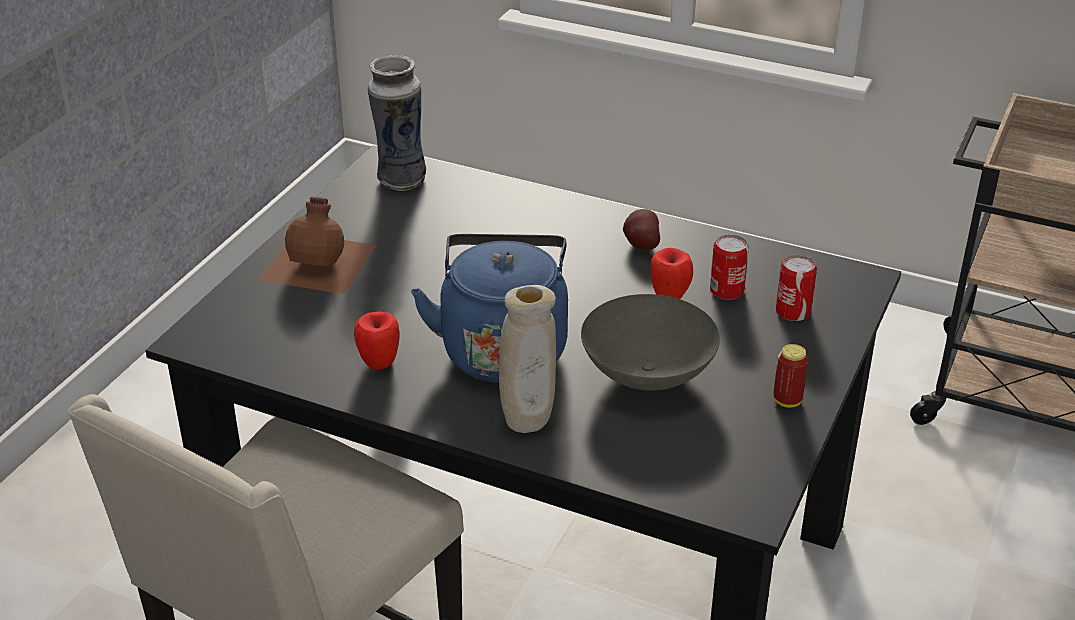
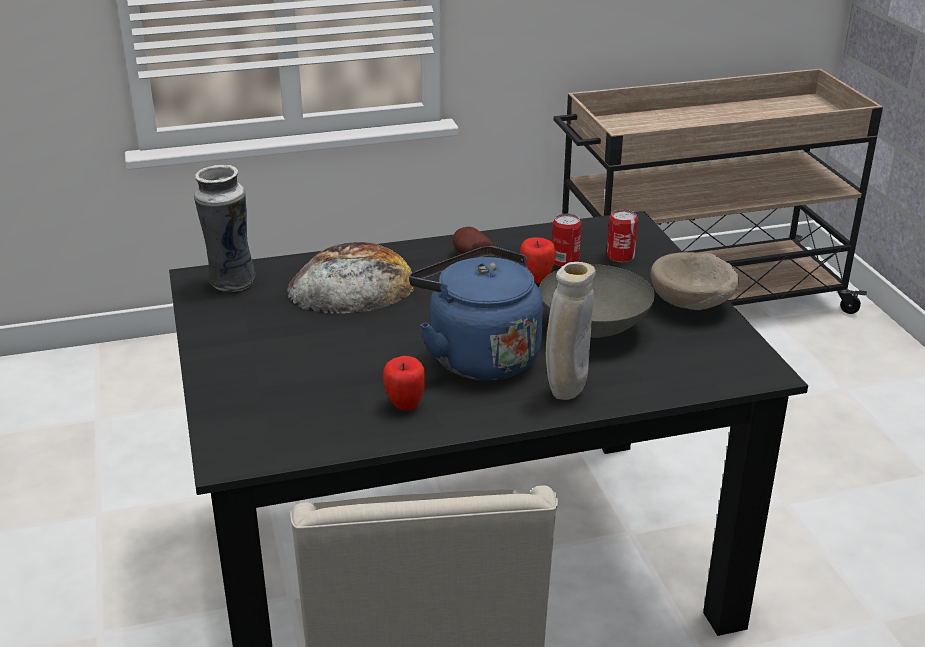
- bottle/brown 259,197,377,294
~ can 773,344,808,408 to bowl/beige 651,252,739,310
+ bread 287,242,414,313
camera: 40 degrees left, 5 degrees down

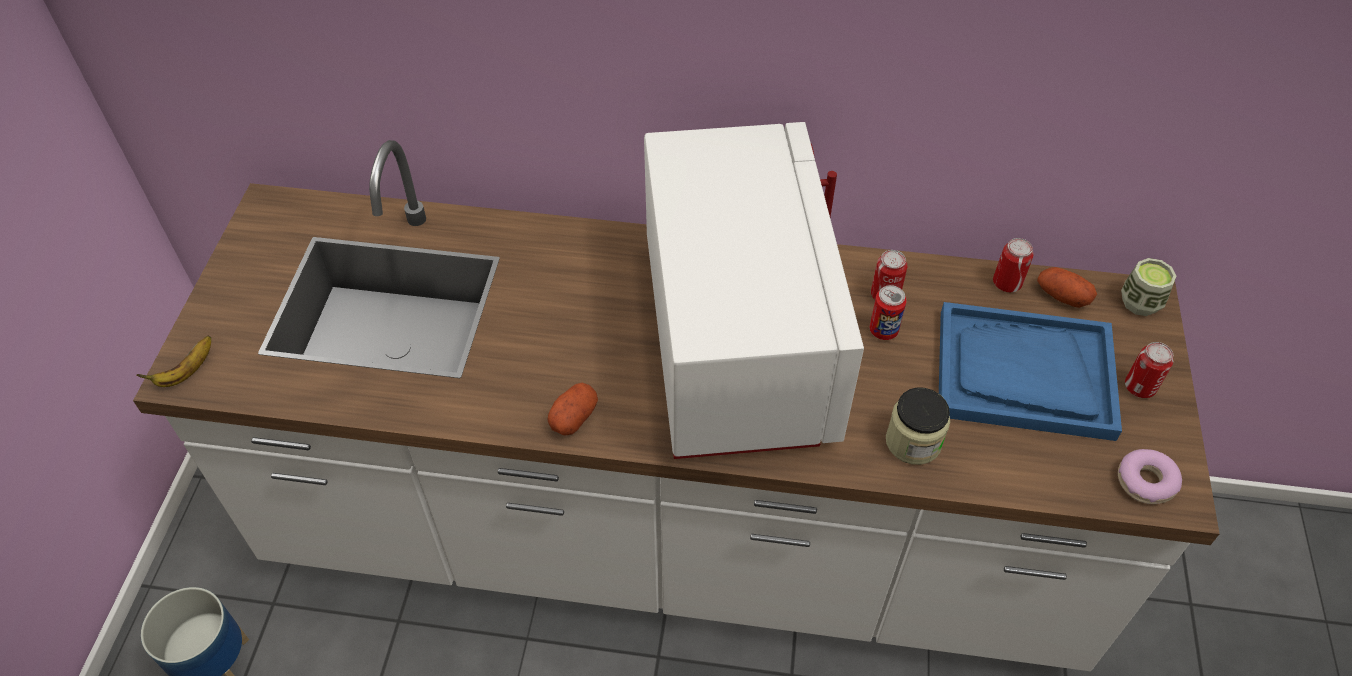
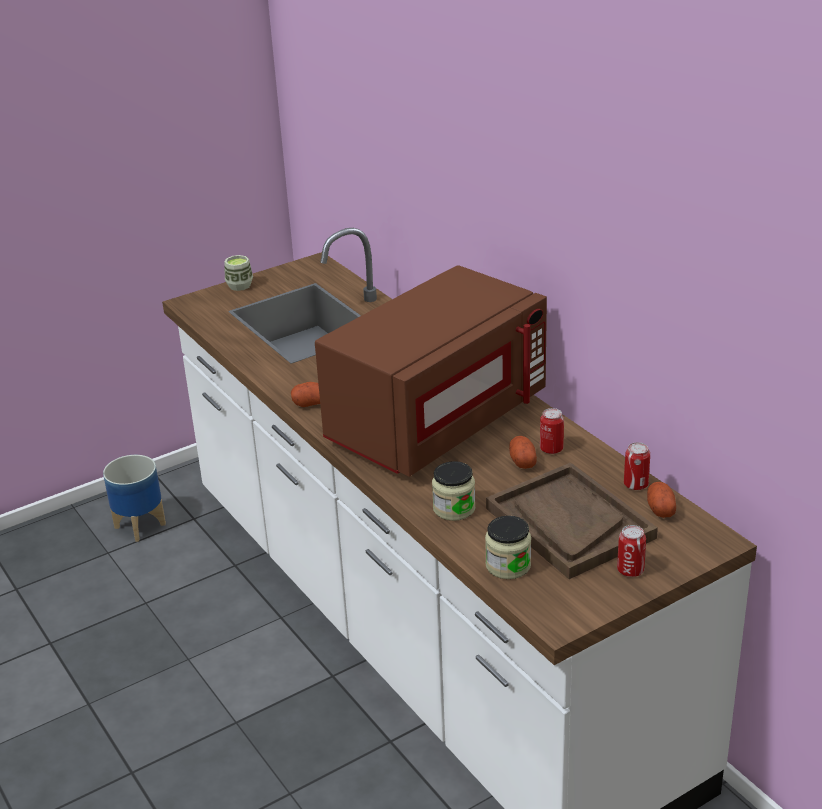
- banana 137,336,211,387
~ microwave/white 644,122,864,459 to microwave/brown 315,265,547,477
~ can 869,285,907,340 to potato 509,436,537,469
~ tray/blue 939,302,1122,441 to tray/brown 486,462,658,579
- donut 1118,449,1182,504
~ cup 1121,258,1176,316 to 224,255,253,291
+ jar 485,516,531,579
camera: 50 degrees right, 20 degrees down

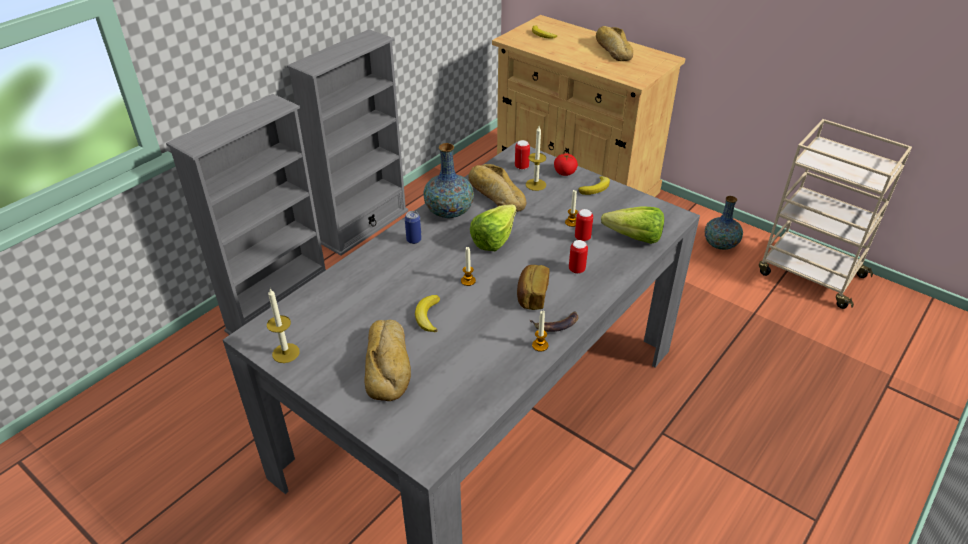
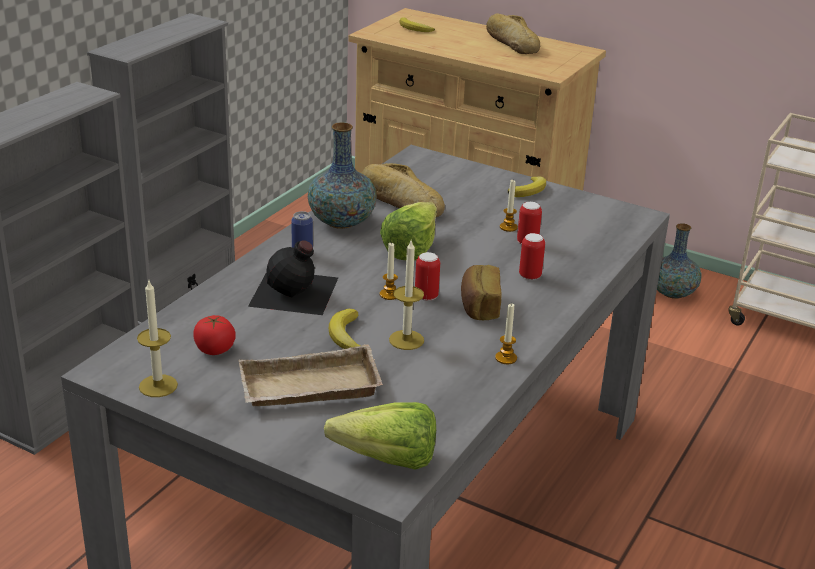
~ bread 364,320,411,401 to tray/beige 239,344,383,406
~ can 515,140,530,170 to 415,252,440,301
~ candle 526,126,546,191 to 389,241,424,350
- banana 530,311,578,332
~ tomato 554,153,578,176 to 193,315,236,355
~ lettuce 601,206,664,244 to 324,402,436,470
+ bottle/black 248,240,338,315
camera: 10 degrees left, 10 degrees down

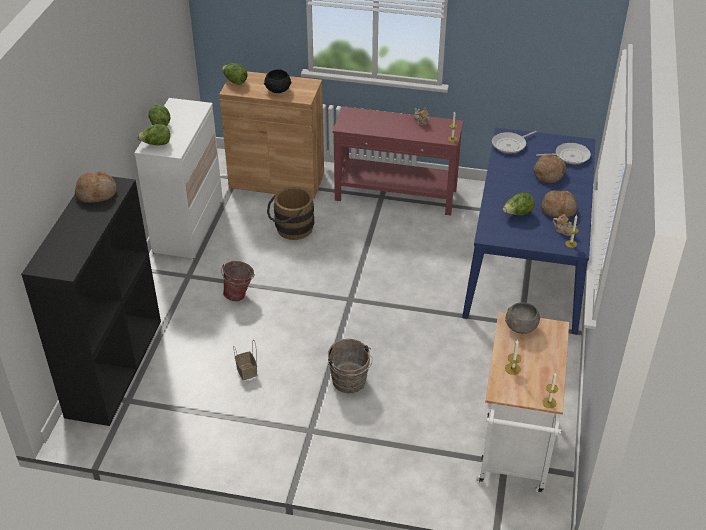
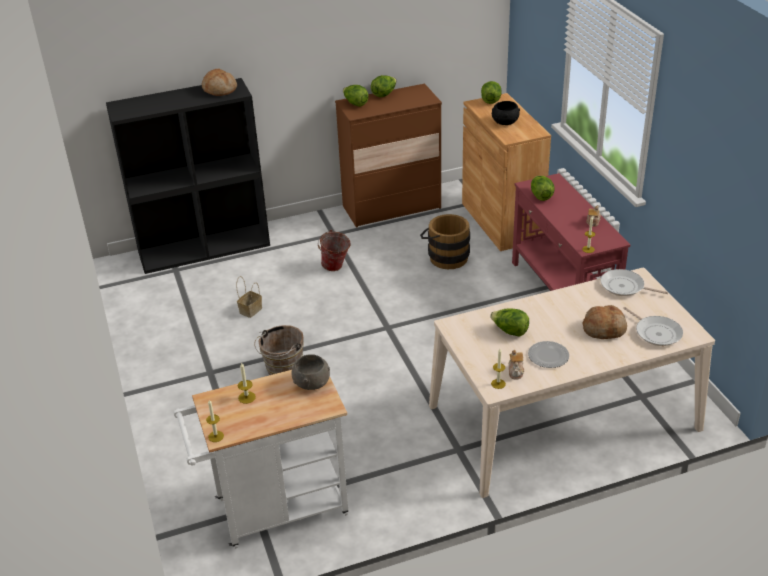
~ dresser/white 134,98,223,259 to dresser/brown 335,84,442,228
~ dining table/blue 462,128,595,335 to dining table/beige 429,268,715,498
~ bread 541,190,577,217 to plate 528,341,569,368
+ lettuce 531,176,555,201
camera: 60 degrees right, 5 degrees down

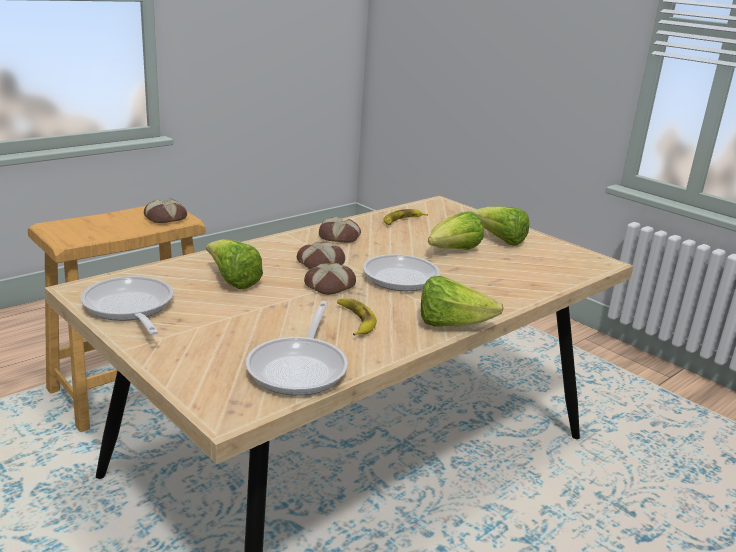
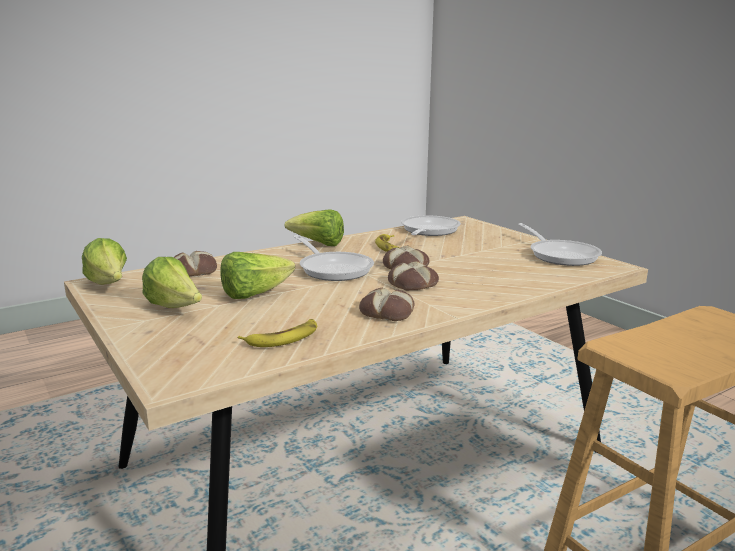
~ bread 144,198,187,223 to 174,251,217,276
~ lettuce 206,239,263,289 to 82,238,127,285
camera: 170 degrees left, 5 degrees down

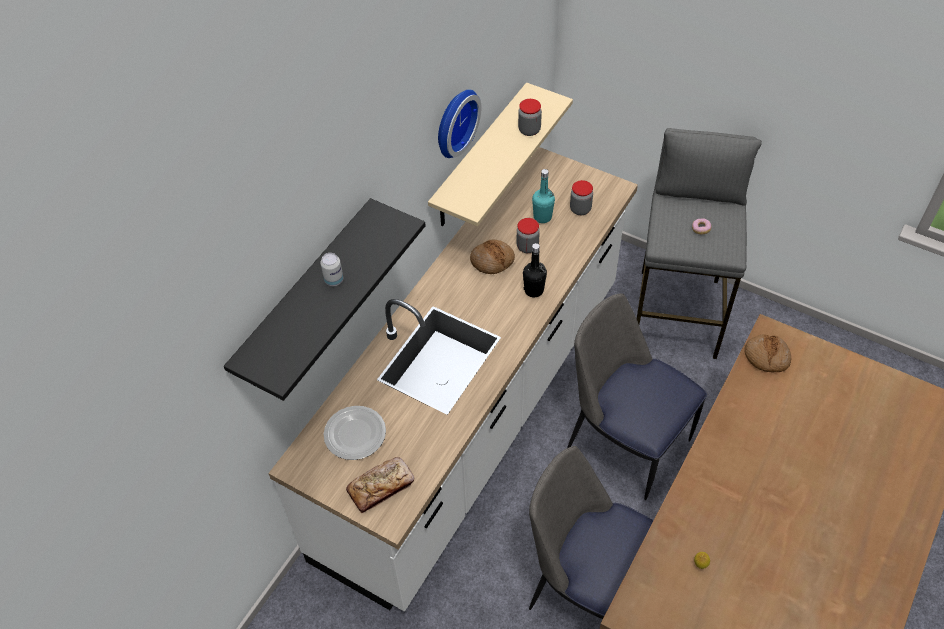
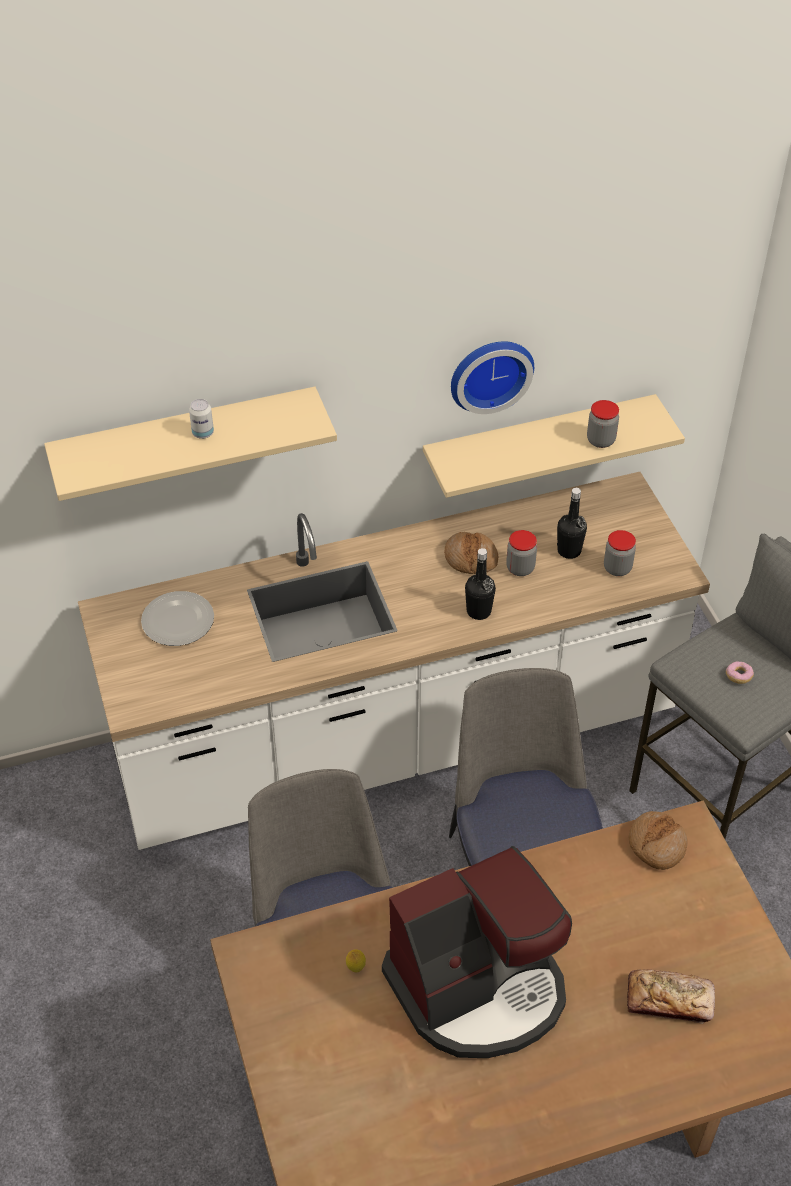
~ shelf/black 224,198,426,401 to shelf/beige 44,387,337,501
~ bread 346,457,414,513 to 627,969,715,1024
~ bottle/turquoise 532,169,555,223 to bottle/black 557,488,587,559
+ coffee machine 382,846,572,1058
camera: 40 degrees right, 5 degrees down

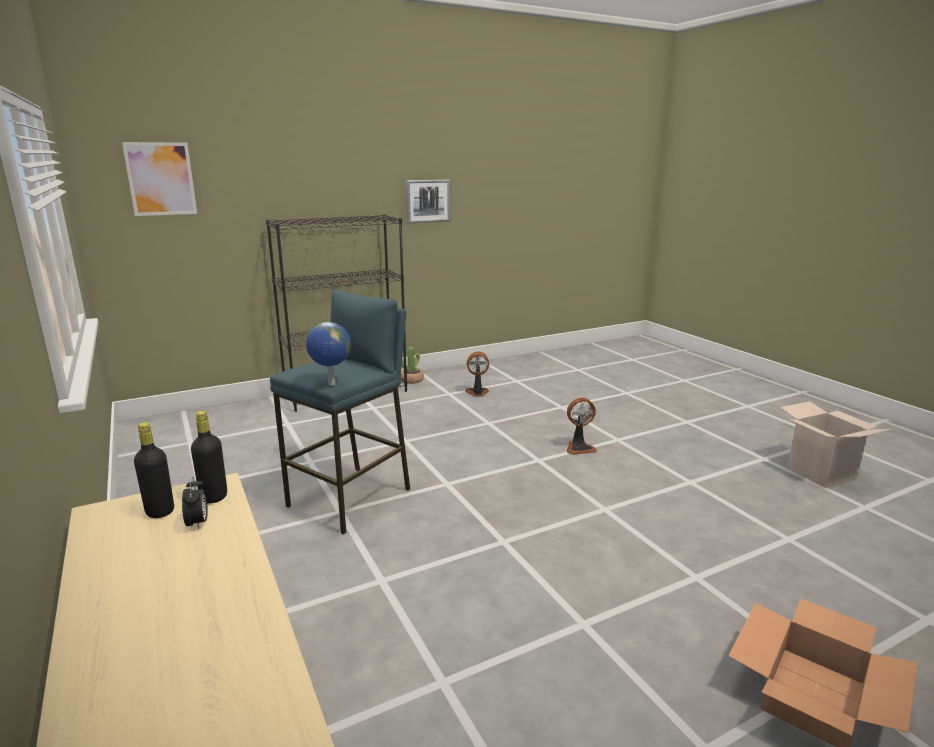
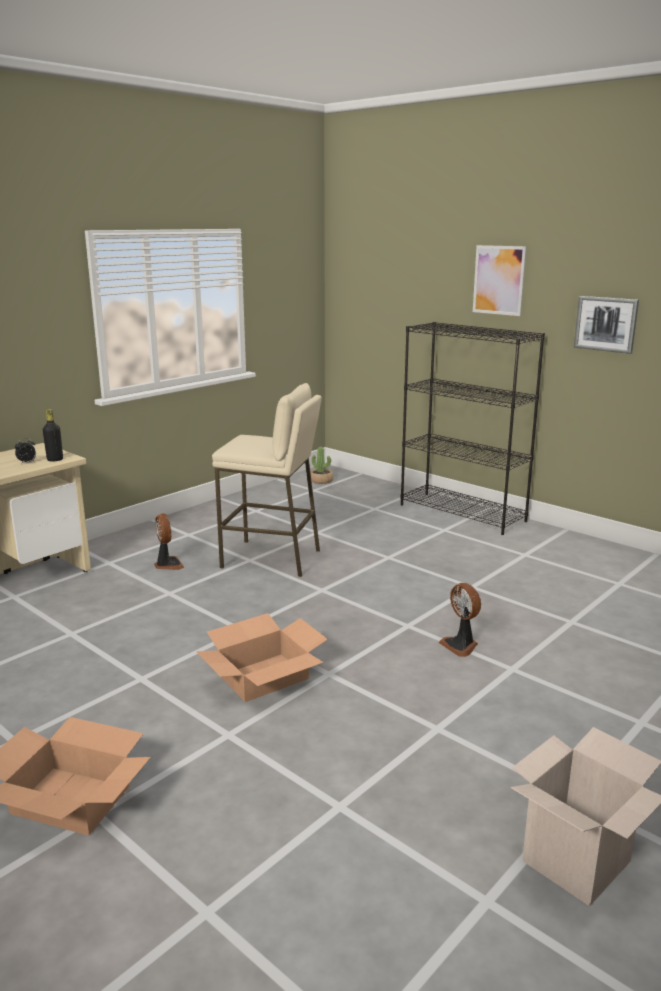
~ picture 122,142,197,216 to 473,245,527,316
- bottle/black 134,422,174,518
~ stool/blue 270,289,410,534 to stool/beige 212,383,322,577
- globe 306,322,351,385
~ potted plant 401,347,424,384 to 310,446,333,484
~ fan 465,351,489,396 to 154,513,184,570
+ cardboard box 196,613,328,702
camera: 70 degrees right, 0 degrees up

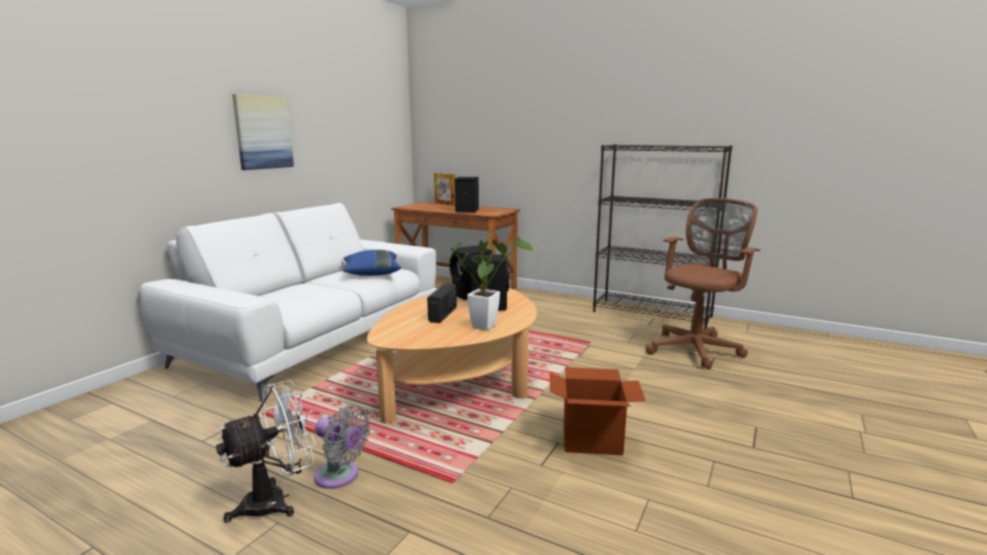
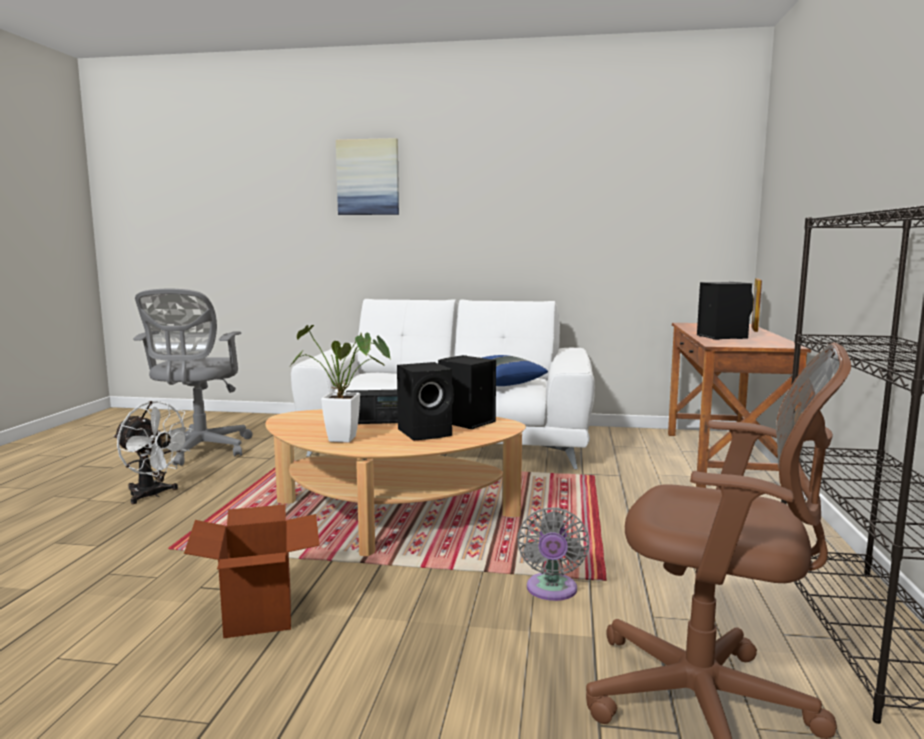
~ picture 232,94,294,170 to 336,138,399,215
~ fan/grey 314,405,371,489 to 517,507,589,601
+ office chair/grey 133,289,253,466
camera: 70 degrees right, 5 degrees down

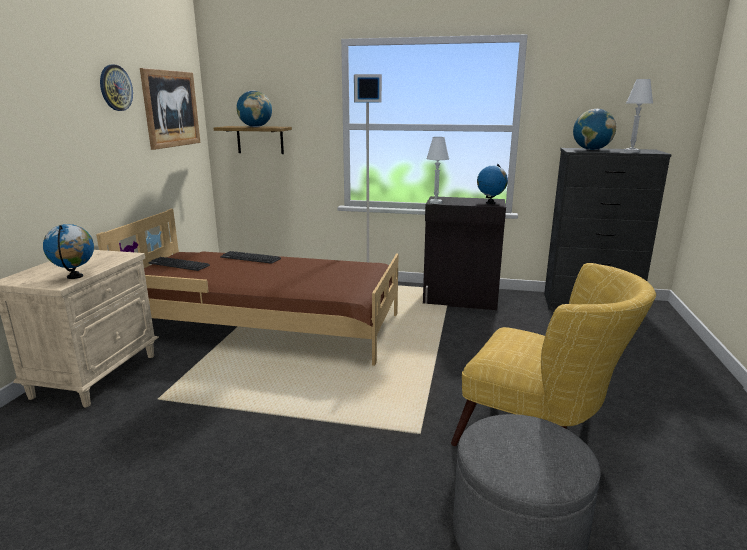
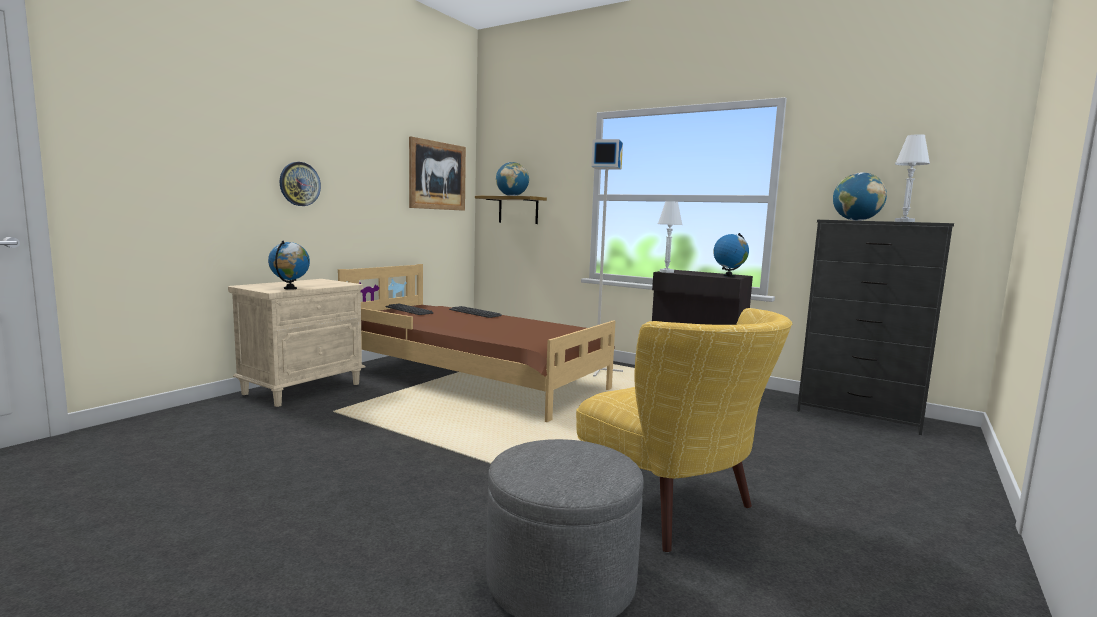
~ wall clock 100,65,133,111 to 279,162,321,206
camera: 20 degrees right, 10 degrees down

